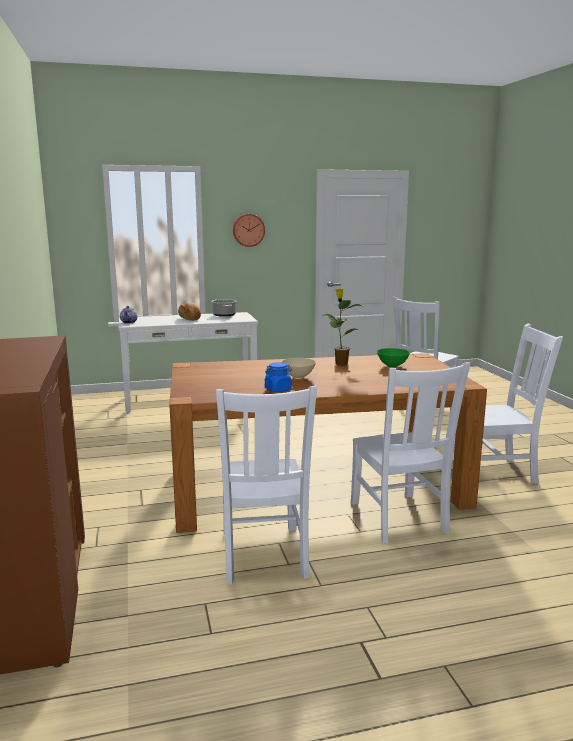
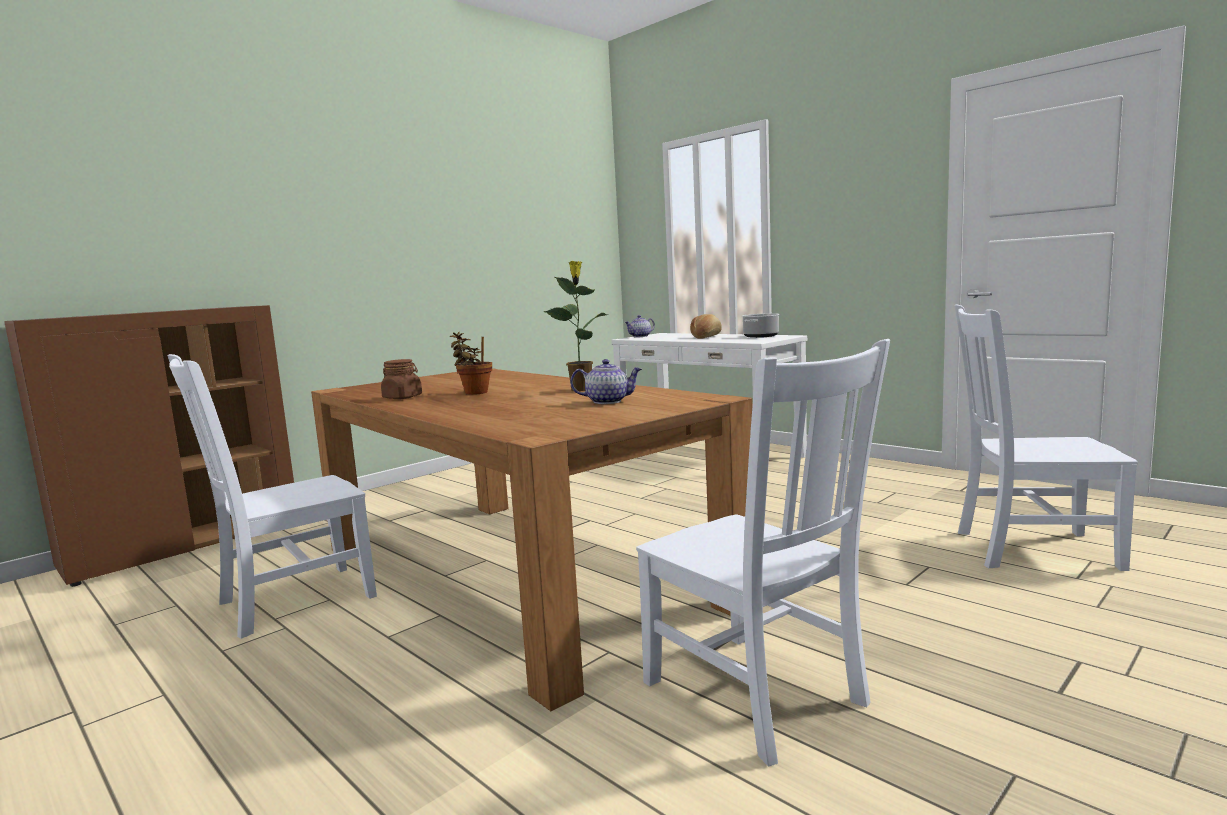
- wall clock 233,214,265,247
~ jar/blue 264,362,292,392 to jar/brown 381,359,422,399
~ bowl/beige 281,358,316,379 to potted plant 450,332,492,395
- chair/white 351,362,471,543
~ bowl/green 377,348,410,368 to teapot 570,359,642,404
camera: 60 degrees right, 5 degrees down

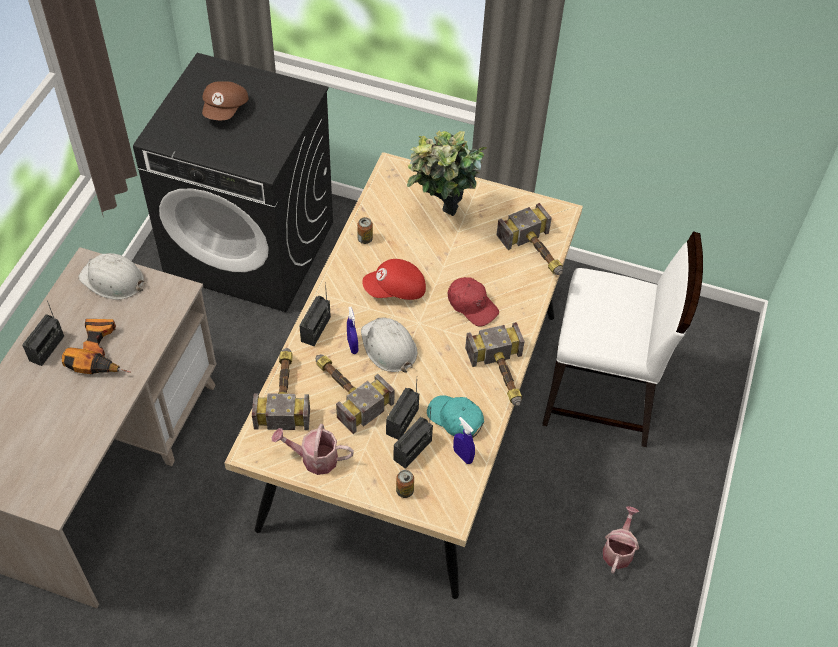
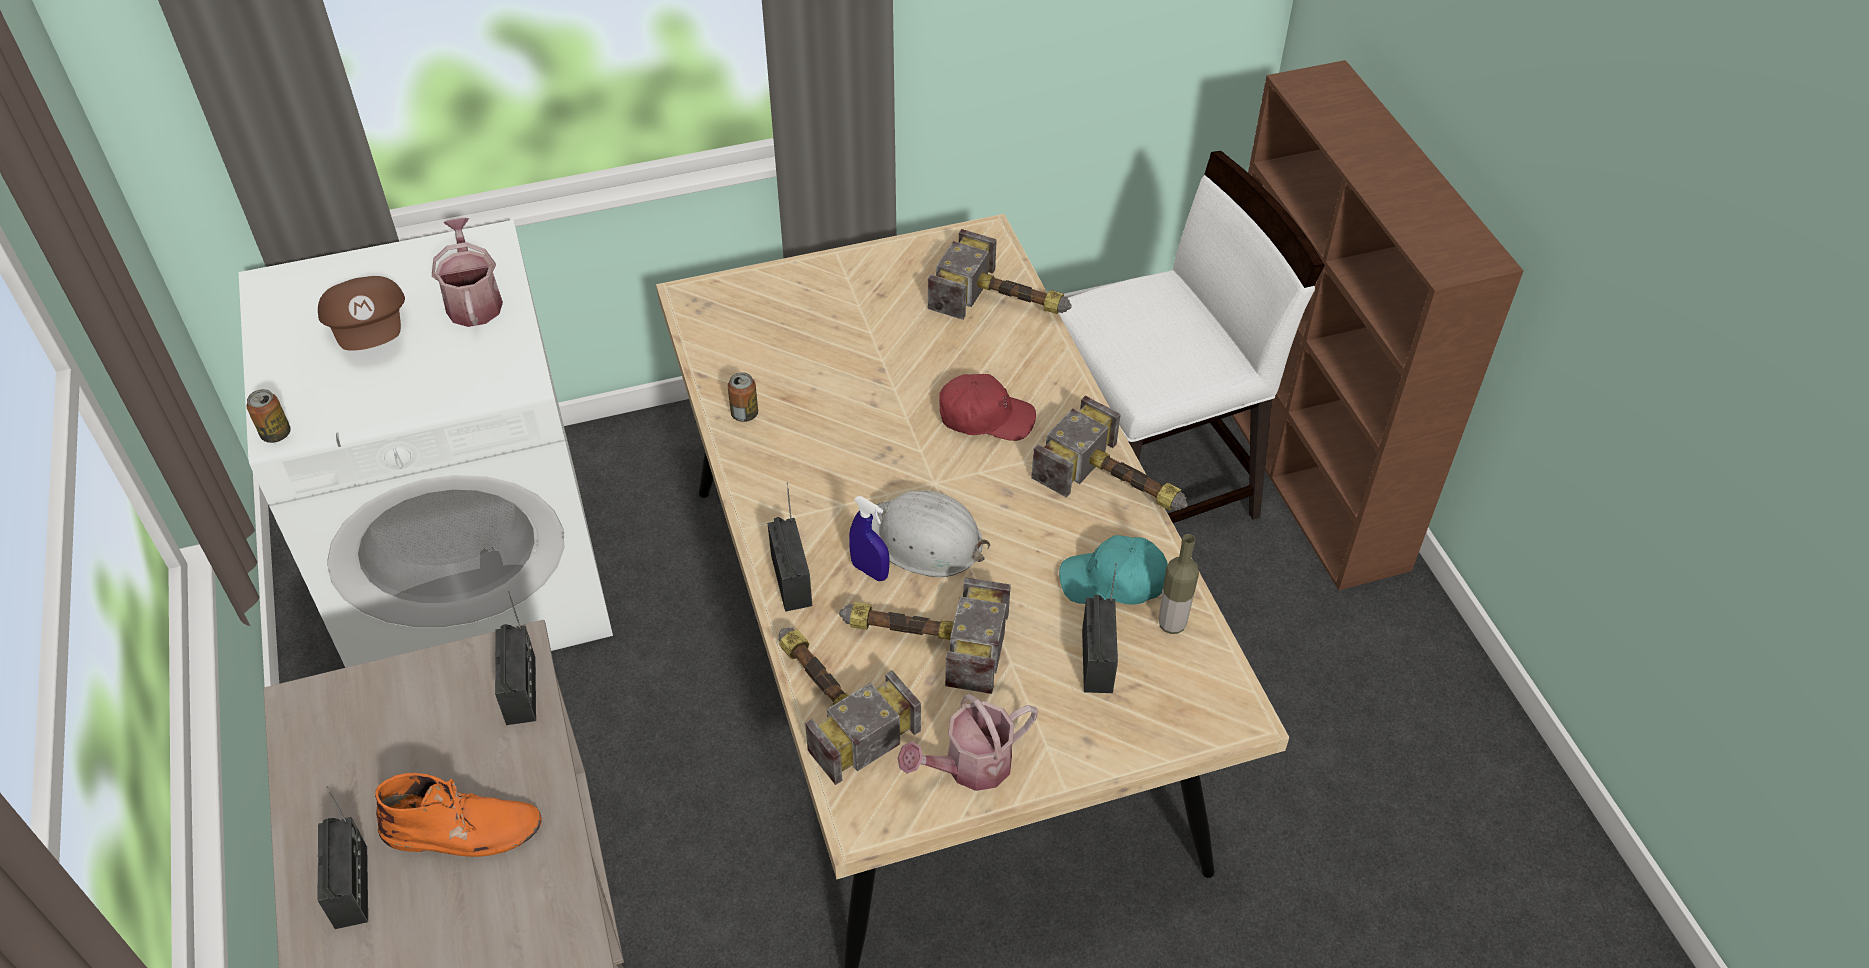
~ power drill 62,319,131,374 to boot/orange 375,773,542,857
- hard hat/white 78,253,146,300
~ washing machine/black 133,53,333,312 to washing machine/white 239,220,613,668
- cap/red 362,259,426,300
~ radio 386,380,419,440 to 495,591,536,725
~ can 396,470,414,498 to 247,389,291,443
- potted plant 407,130,487,216
~ spray bottle/blue 453,417,475,464 to bottle 1159,534,1199,634
~ watering can 603,506,639,574 to 432,218,503,327
+ bookcase/brown 1232,60,1524,590
camera: 35 degrees left, 5 degrees down

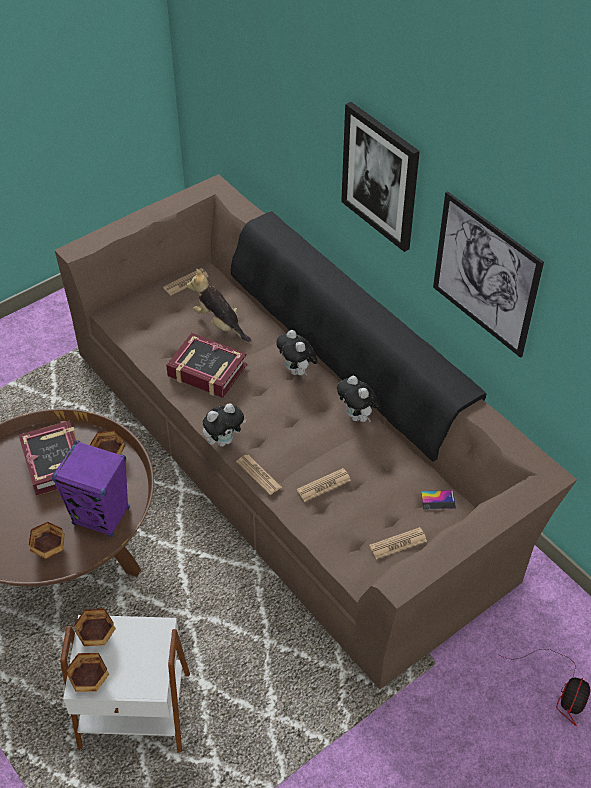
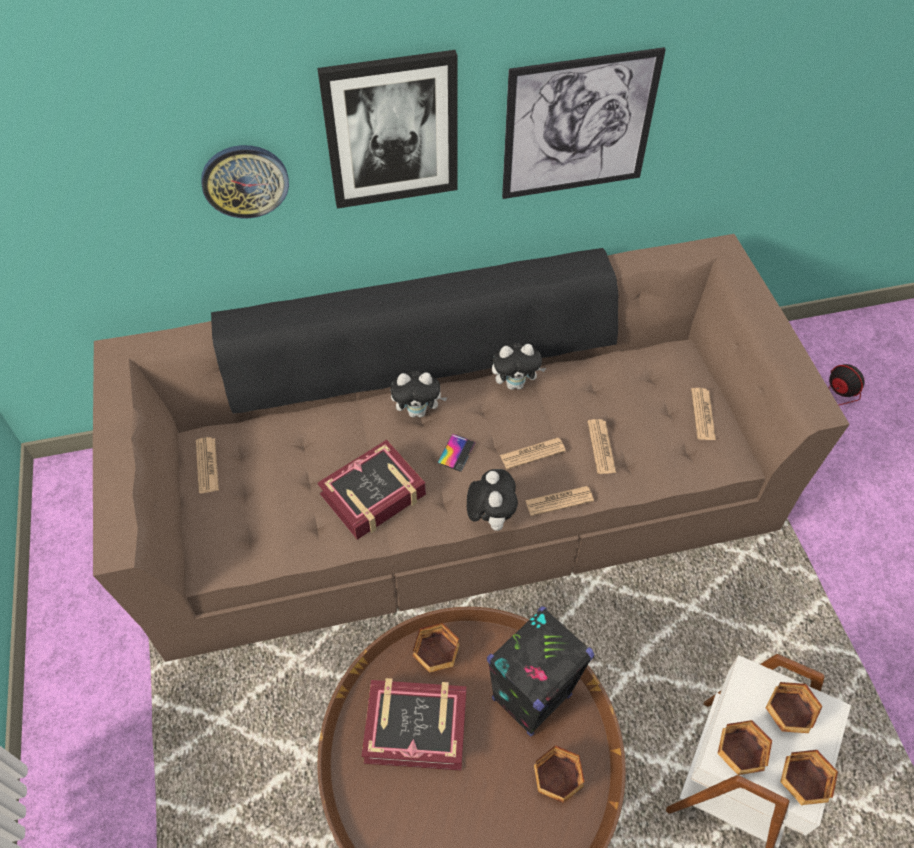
~ speaker/purple 52,440,130,537 to speaker/black 487,606,595,737
- plush toy 187,269,251,342
~ phone 421,490,456,510 to 437,434,476,472
+ wall clock 201,145,289,218
+ newspaper 500,438,566,469
+ bowl 766,682,823,733
camera: 65 degrees left, 5 degrees up

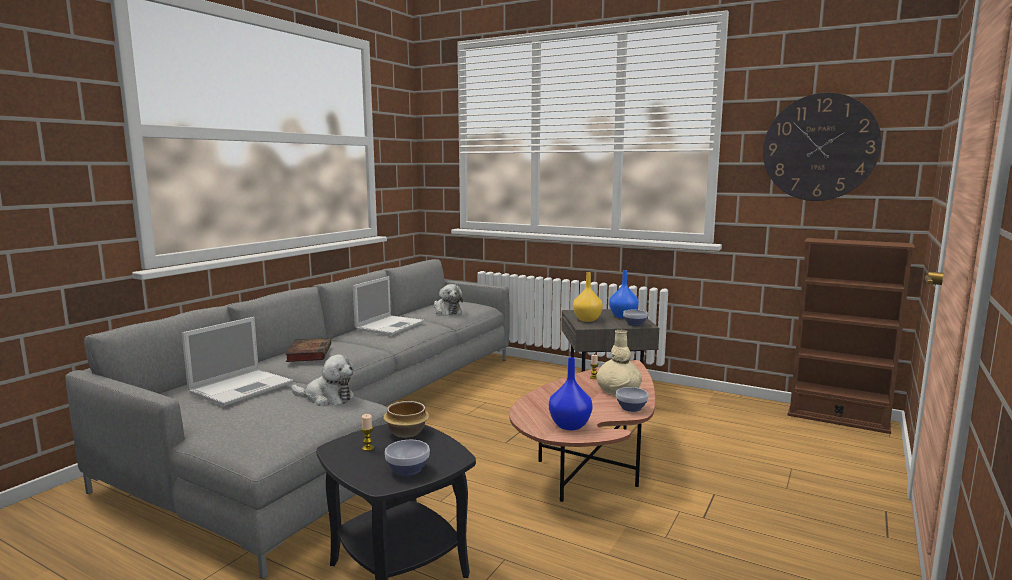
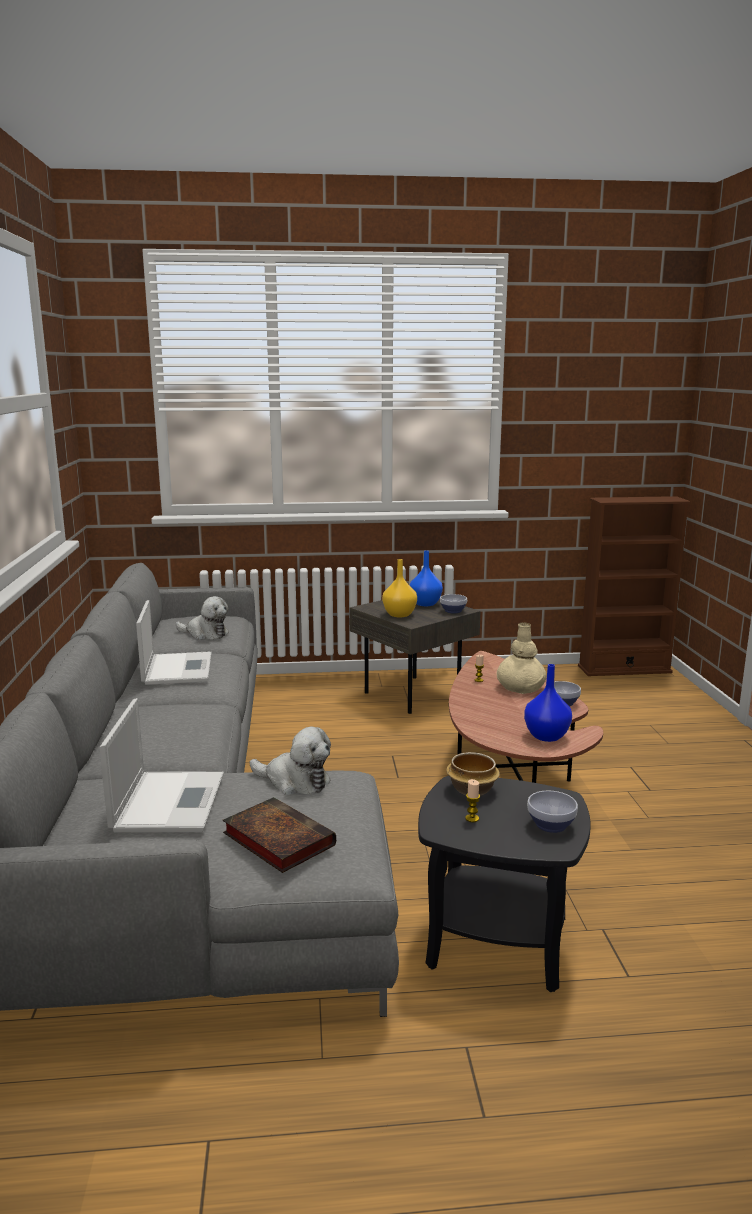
~ book 285,338,331,362 to 223,797,336,873
~ plush toy 291,354,354,406 = 250,727,331,795 45 degrees clockwise
- wall clock 763,92,881,201
camera: 35 degrees left, 5 degrees up

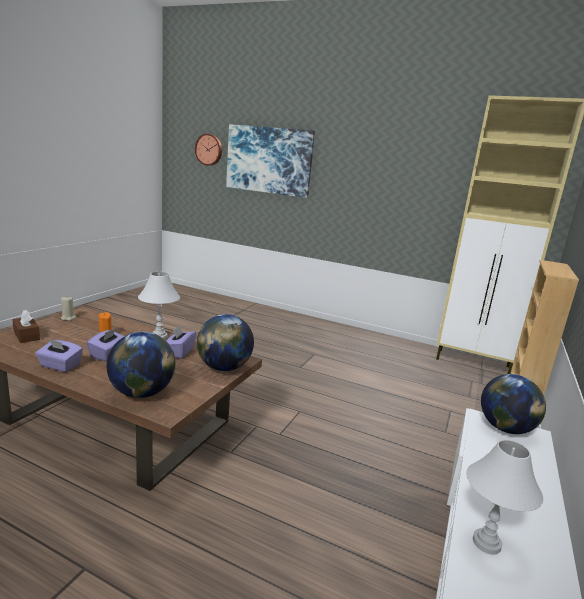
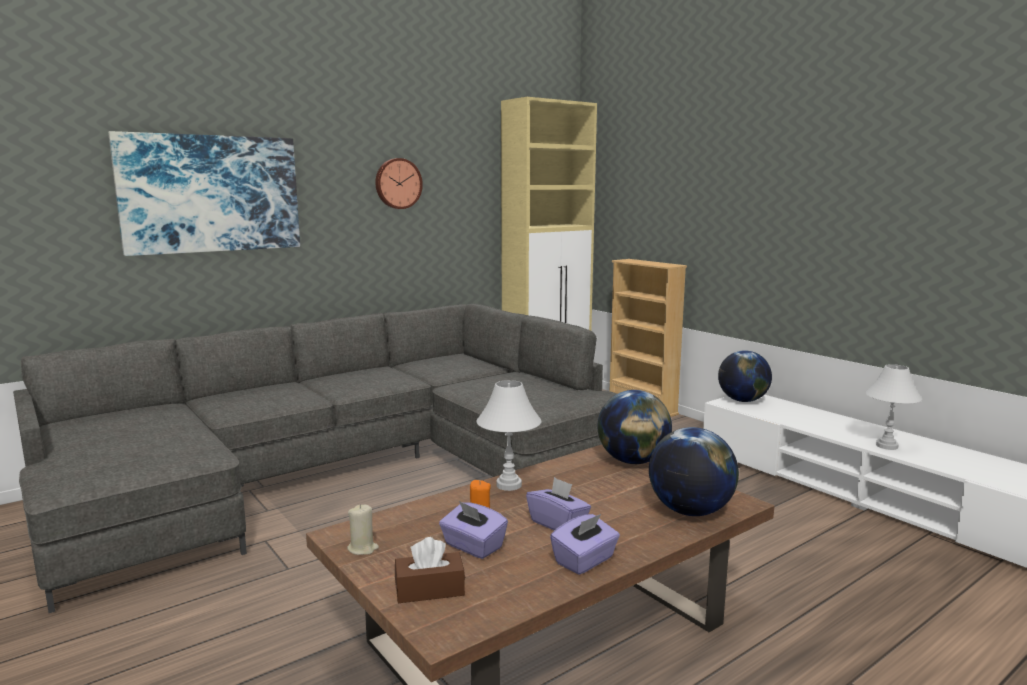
~ tissue box/purple 166,326,196,359 to 439,501,508,559
~ wall clock 195,134,222,166 to 375,158,423,209
+ sofa/grey 13,303,617,613
camera: 60 degrees left, 5 degrees down

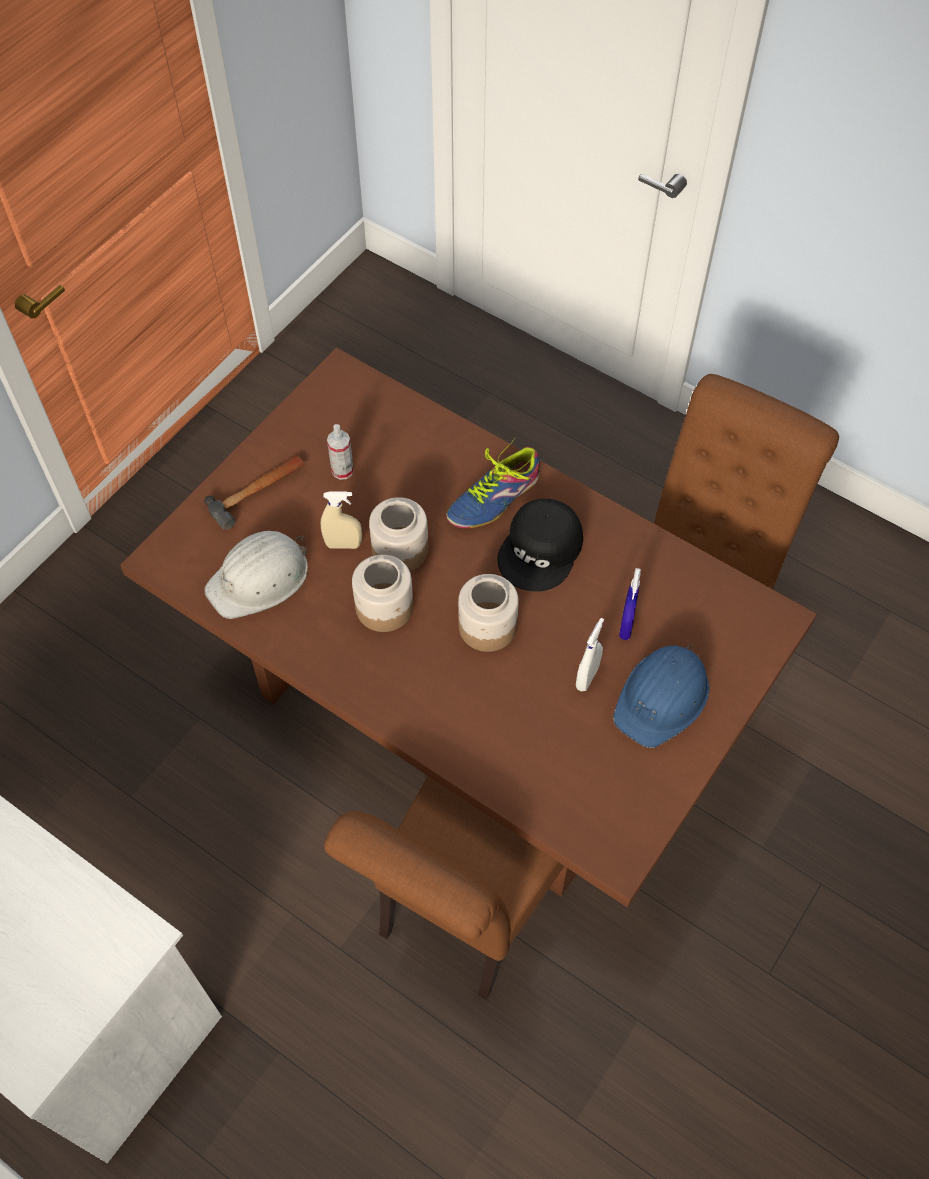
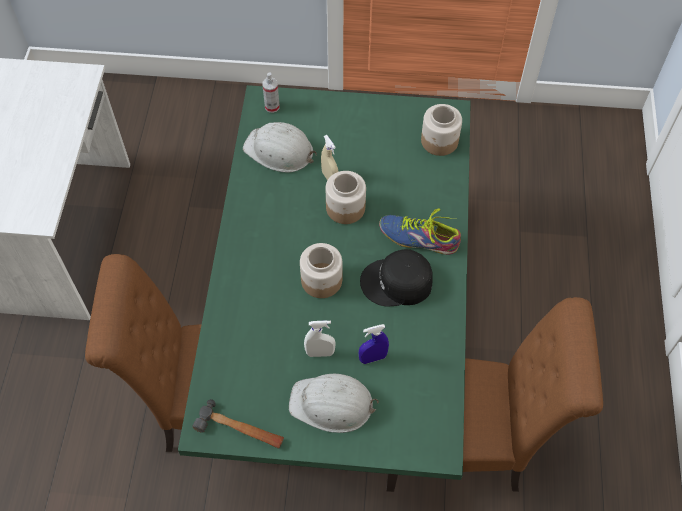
~ dining table/brown 120,348,817,907 to dining table/green 178,85,471,480
~ hammer 204,455,305,530 to 192,399,284,448
~ spray bottle 327,424,354,480 to 263,72,279,113
~ jar 352,555,413,632 to 421,104,462,156
~ hard hat/blue 613,644,710,748 to hard hat/white 289,374,379,433
camera: 60 degrees right, 0 degrees up

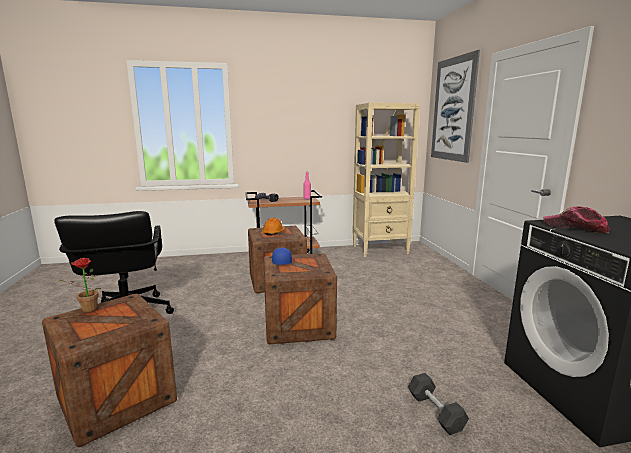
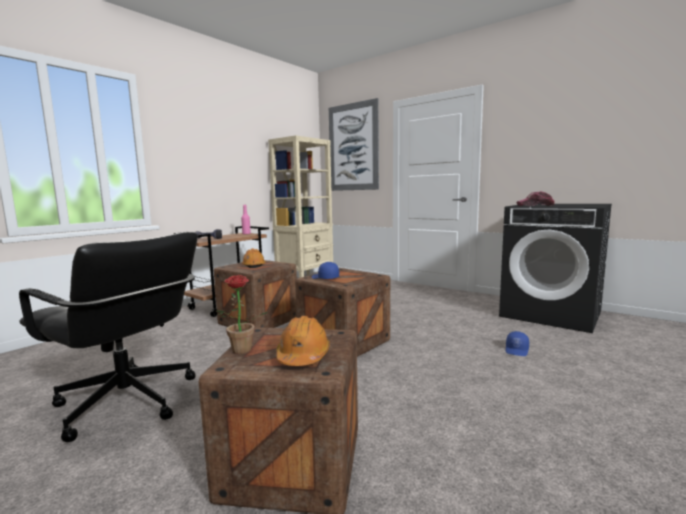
~ dumbbell/black 408,373,469,435 to cap/blue 506,331,529,356
+ hard hat/orange 276,316,330,366
camera: 40 degrees left, 5 degrees down

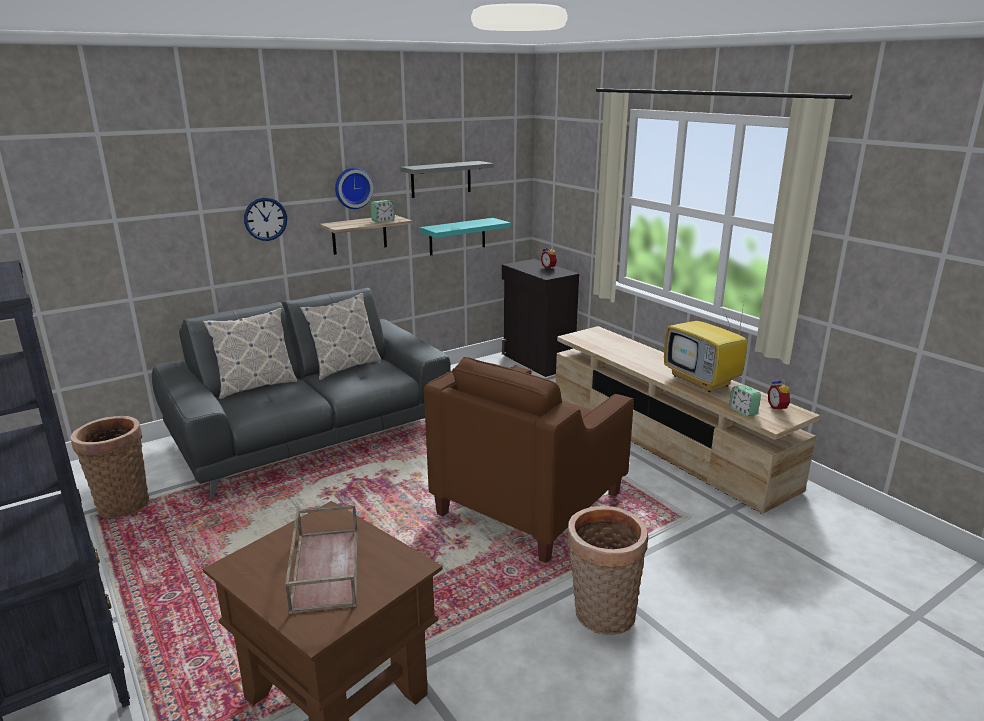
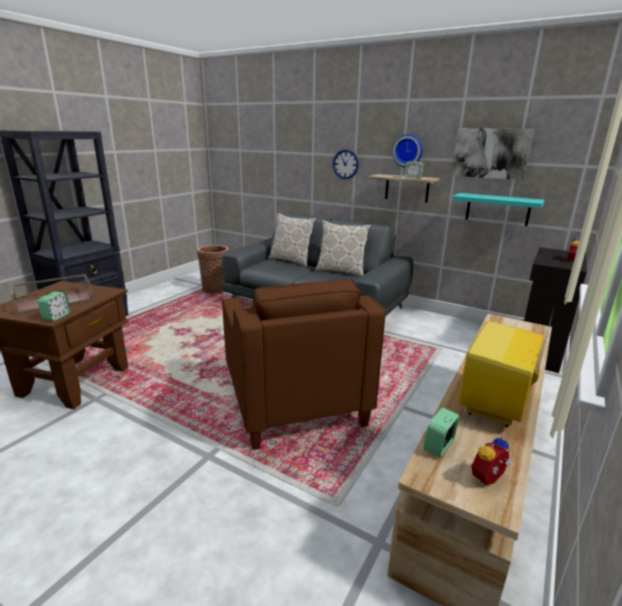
~ shelf/grey 400,161,494,198 to picture 451,128,534,180
~ armchair/brown 424,357,634,563 = 222,279,386,450 120 degrees counterclockwise
- basket 567,506,648,635
+ alarm clock 38,292,71,321
camera: 65 degrees right, 0 degrees up

